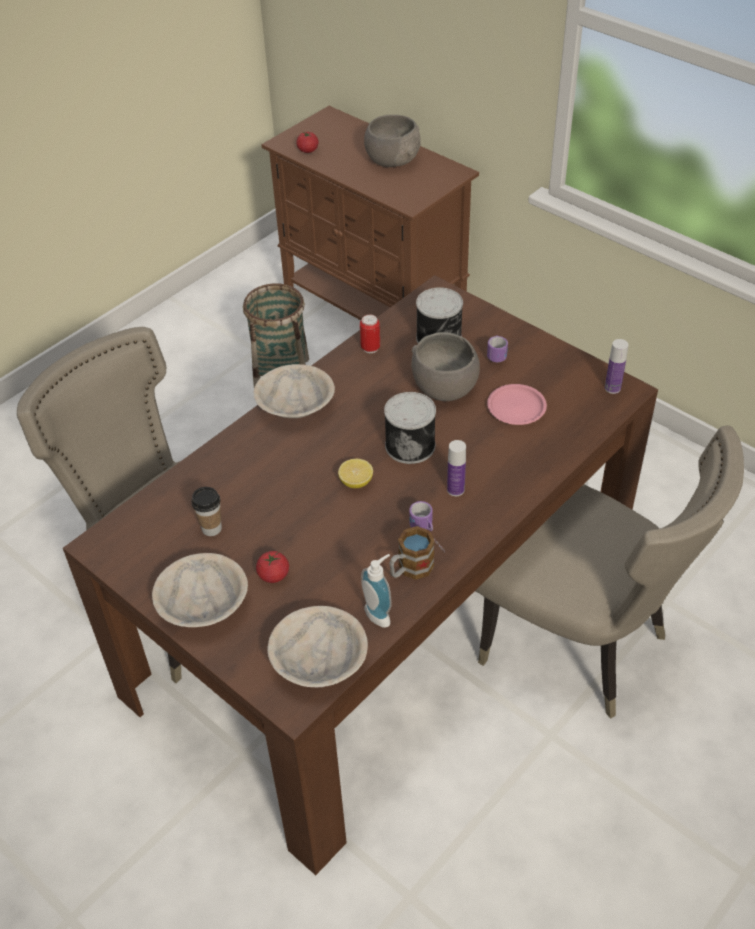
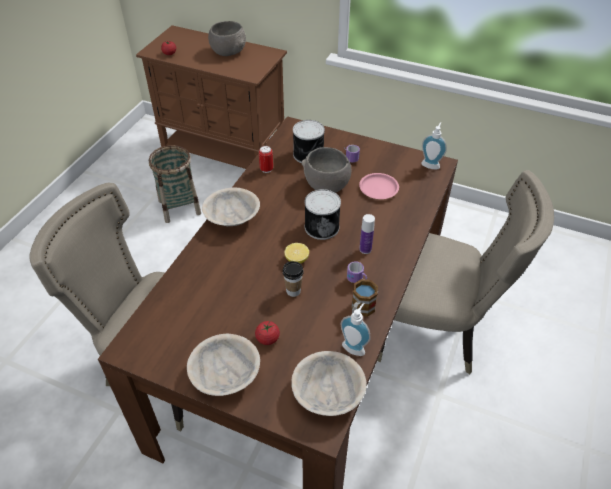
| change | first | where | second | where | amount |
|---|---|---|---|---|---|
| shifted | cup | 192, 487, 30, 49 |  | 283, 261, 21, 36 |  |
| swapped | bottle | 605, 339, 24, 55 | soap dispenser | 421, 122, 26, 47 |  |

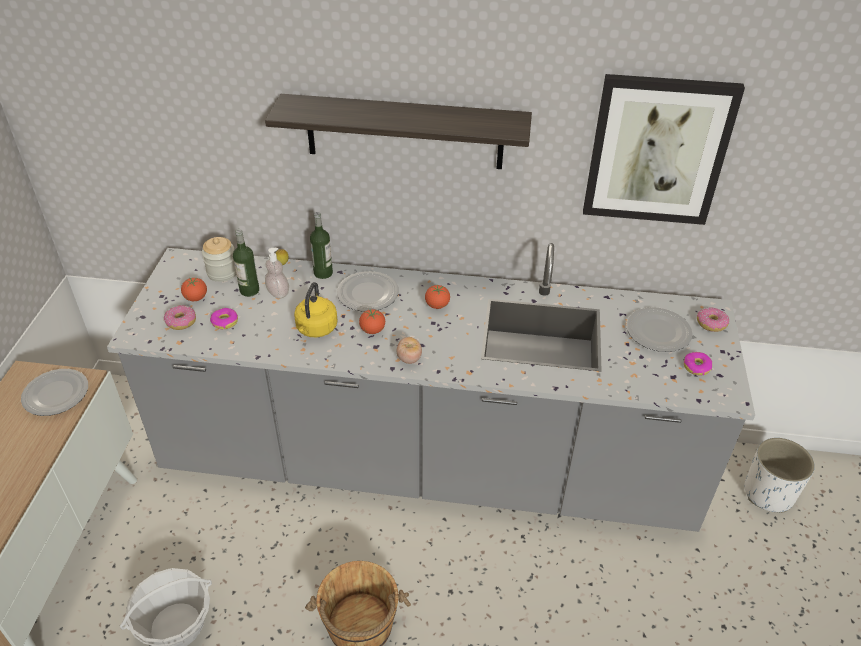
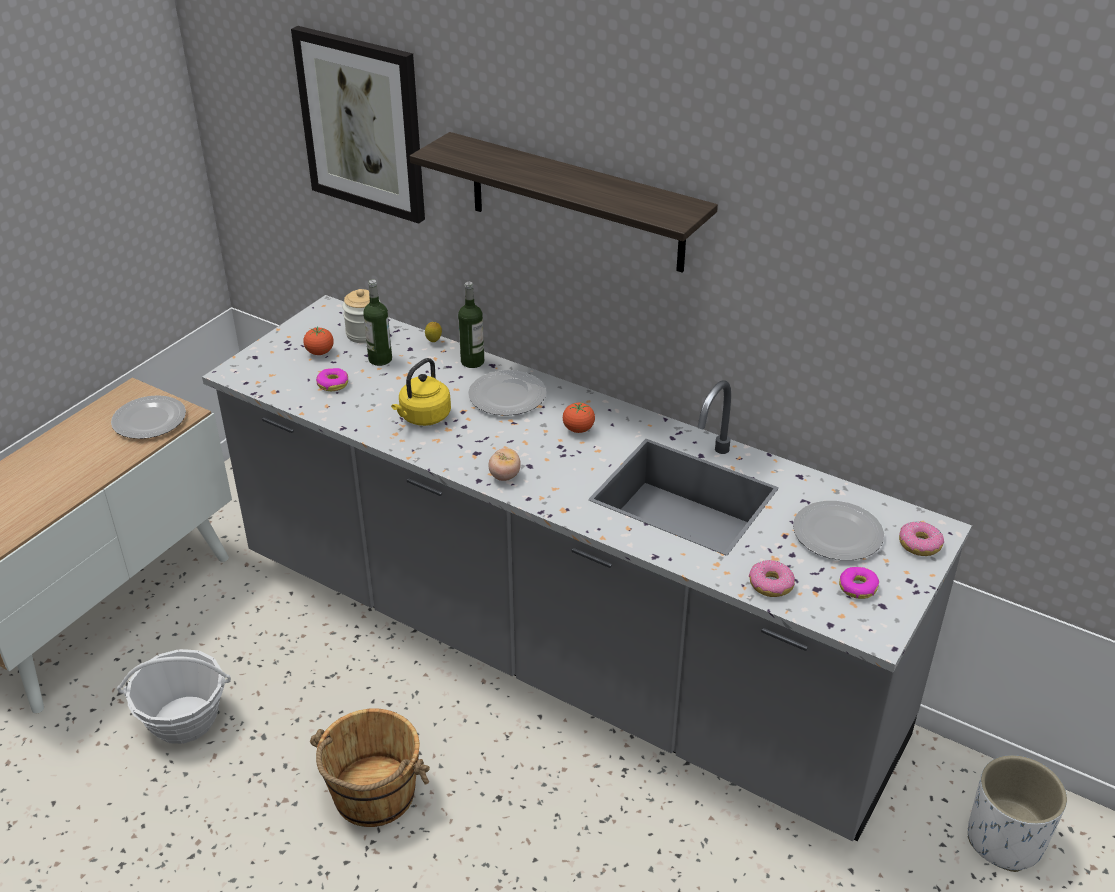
| change | first | where | second | where | amount |
|---|---|---|---|---|---|
| shifted | wall picture | 583, 74, 162, 151 |  | 291, 26, 134, 198 |  |
| shifted | ring doughnut | 164, 305, 32, 25 |  | 749, 560, 46, 37 |  |
| gone | soap dispenser | 265, 248, 24, 51 |  |  |  |
| gone | whole tomato | 359, 309, 26, 25 |  |  |  |

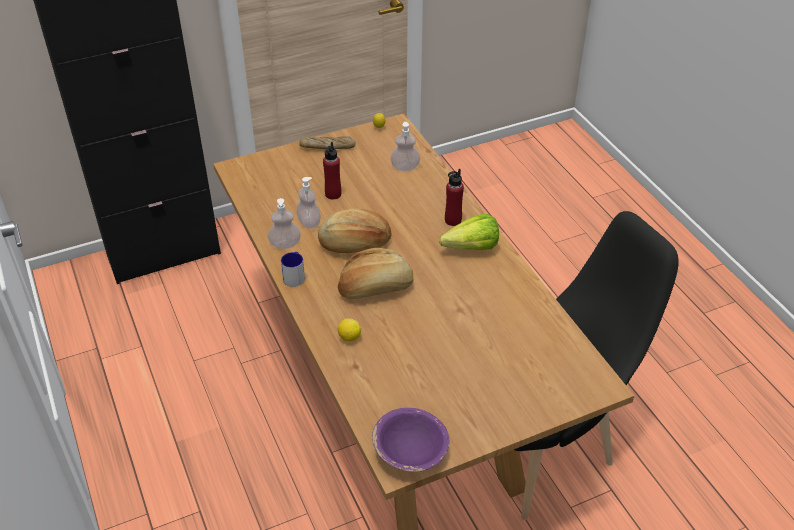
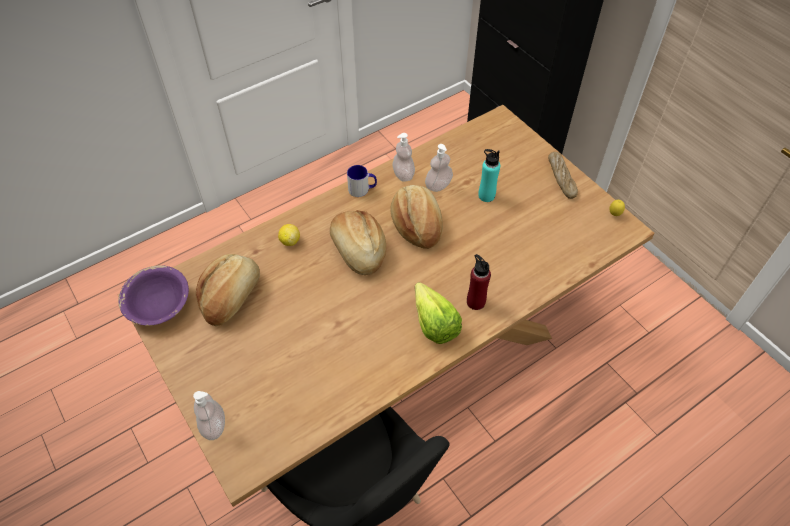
| change | first | where | second | where | amount |
|---|---|---|---|---|---|
| shifted | soap dispenser | 391, 122, 29, 49 |  | 193, 391, 32, 49 |  |
| new |  |  | baked bread | 196, 254, 64, 72 |  |
| repainted | red bottle | 323, 142, 18, 57 | turquoise-coloured bottle | 478, 149, 22, 53 |  |

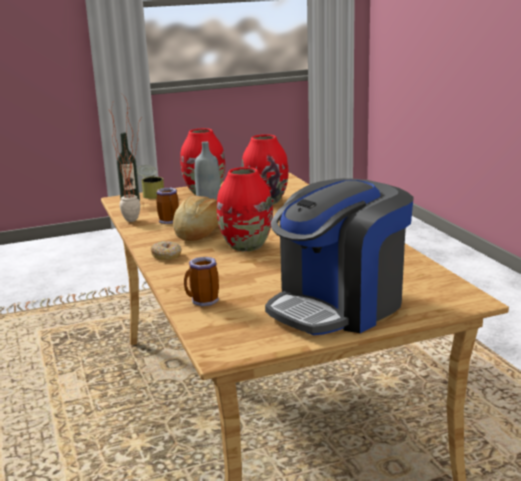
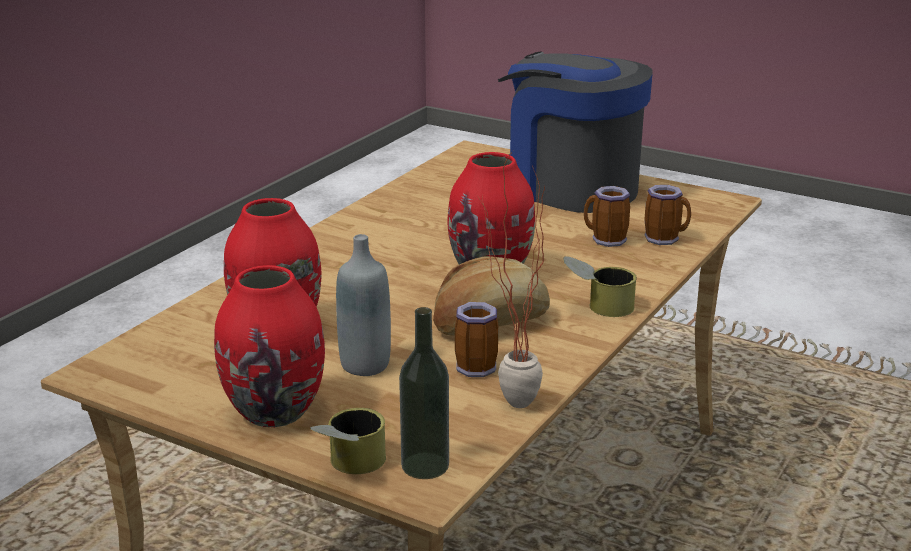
| change | first | where | second | where | amount |
|---|---|---|---|---|---|
| rotated | coffee machine | 265, 178, 148, 157 |  | 498, 51, 155, 162 | 150 degrees counterclockwise |
| swapped | ring doughnut | 151, 241, 30, 19 | metal can | 563, 256, 74, 61 |  |
| new |  |  | tea mug | 584, 186, 46, 61 |  |

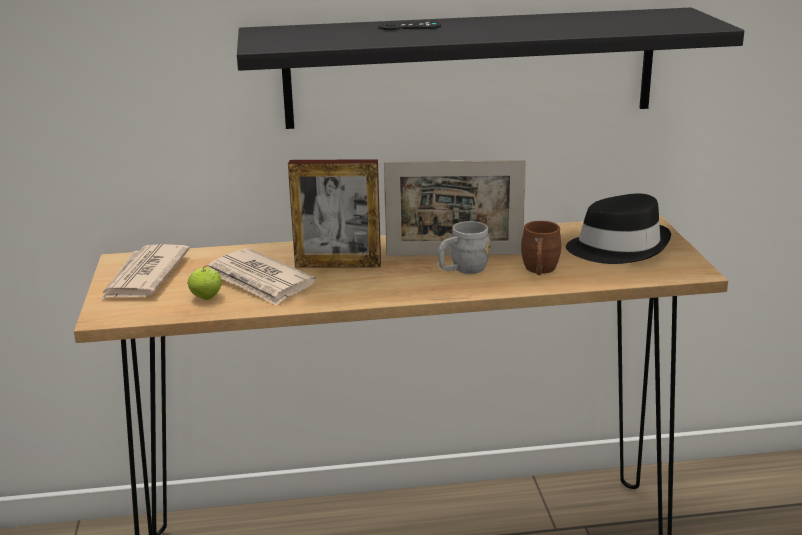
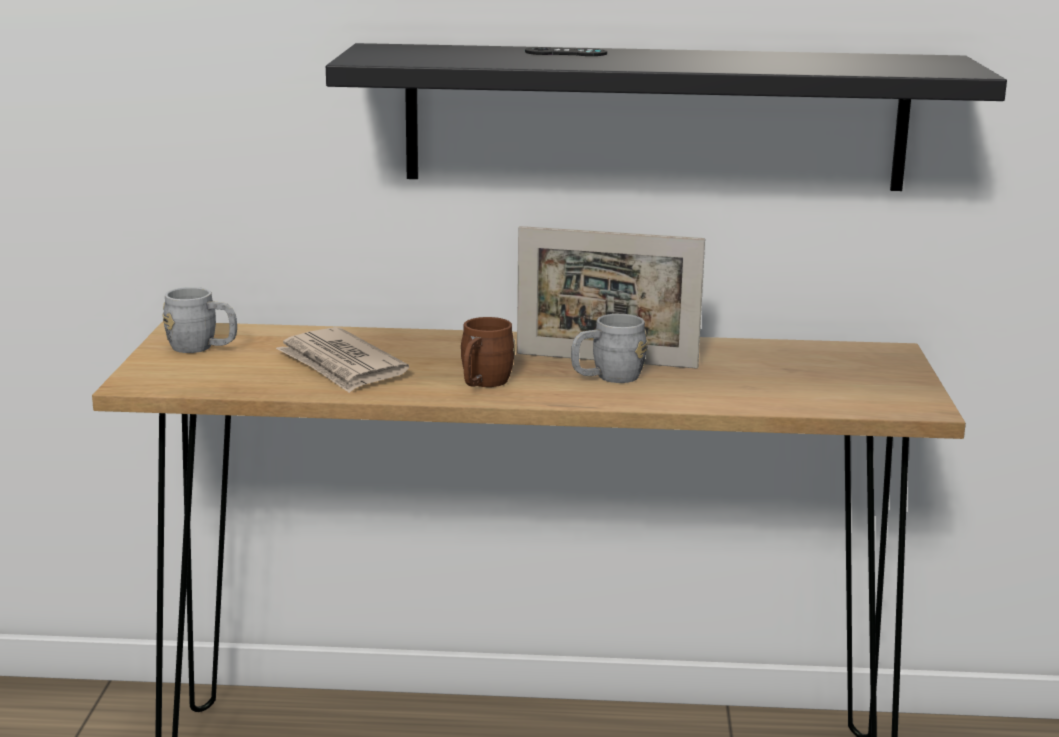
| change | first | where | second | where | amount |
|---|---|---|---|---|---|
| swapped | newspaper | 101, 244, 89, 56 | greyish tea mug | 162, 287, 75, 66 |  |
| shifted | brown-coloured tea mug | 521, 221, 41, 54 |  | 461, 317, 54, 70 |  |
| gone | whole apple | 188, 265, 34, 35 |  |  |  |
| gone | picture frame | 288, 159, 93, 108 |  |  |  |
| gone | black clothing hat | 566, 193, 105, 71 |  |  |  |

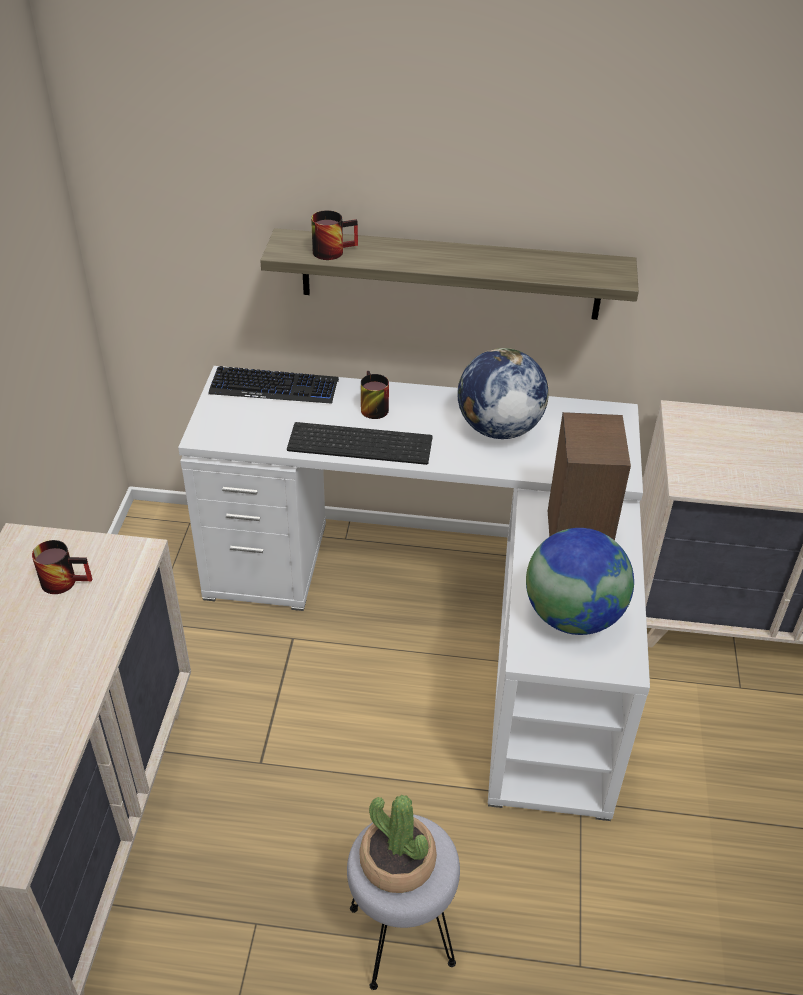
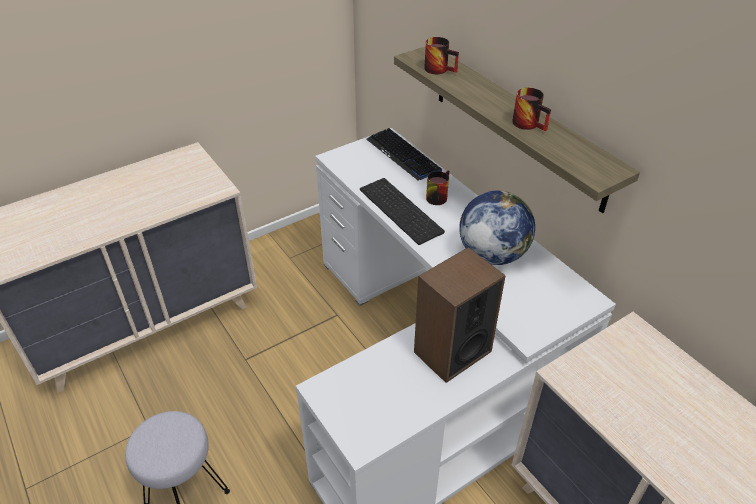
| change | first | where | second | where | amount |
|---|---|---|---|---|---|
| shifted | tea mug | 32, 540, 60, 54 |  | 512, 88, 39, 43 |  |
| gone | houseplant | 359, 795, 78, 98 |  |  |  |
| gone | desk globe | 526, 528, 108, 107 |  |  |  |

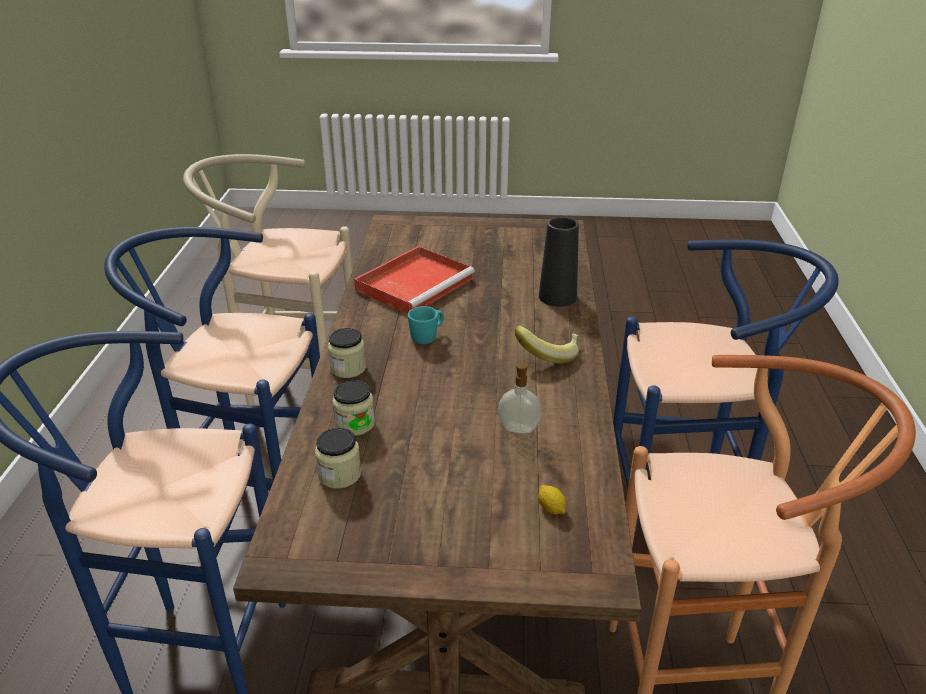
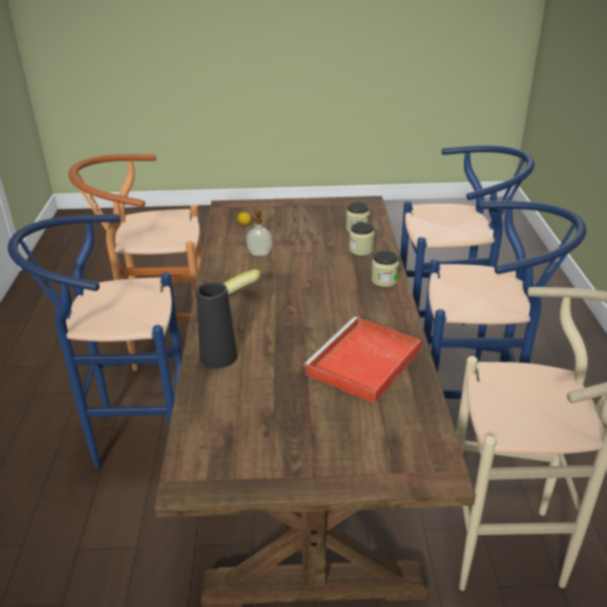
| change | first | where | second | where | amount |
|---|---|---|---|---|---|
| gone | turquoise-coloured tea mug | 408, 306, 36, 38 |  |  |  |

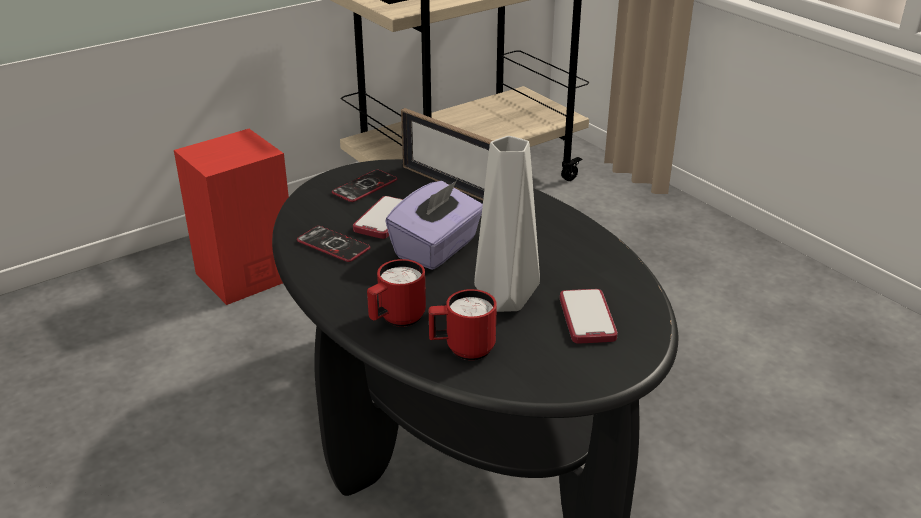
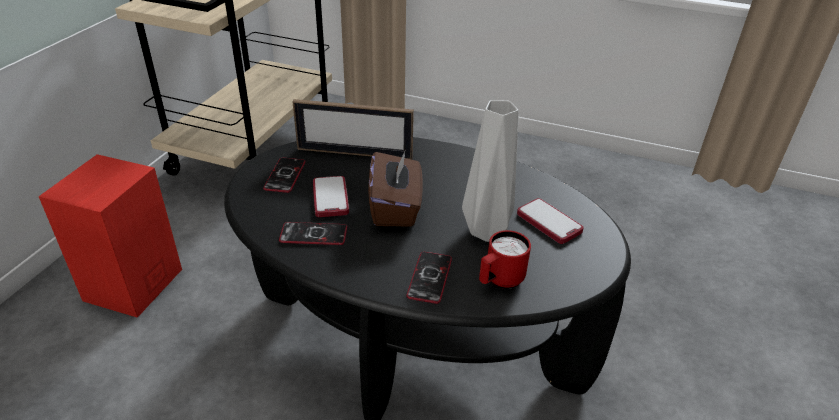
| change | first | where | second | where | amount |
|---|---|---|---|---|---|
| repainted | purple-coloured tissue holder | 385, 180, 98, 90 | brown-coloured tissue holder | 368, 149, 55, 78 |  |
| swapped | red tea mug | 367, 259, 59, 68 | phone | 406, 251, 46, 53 |  |

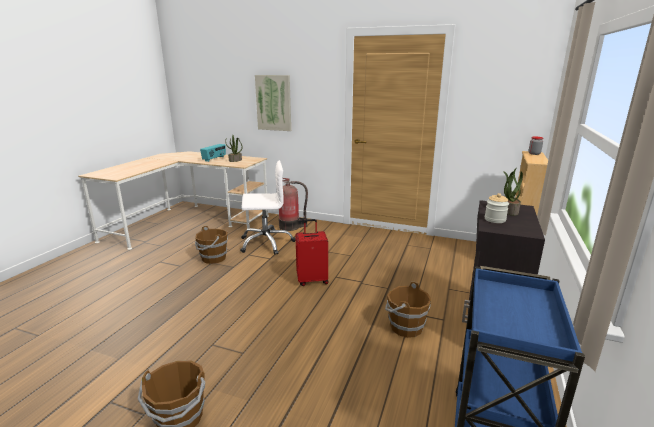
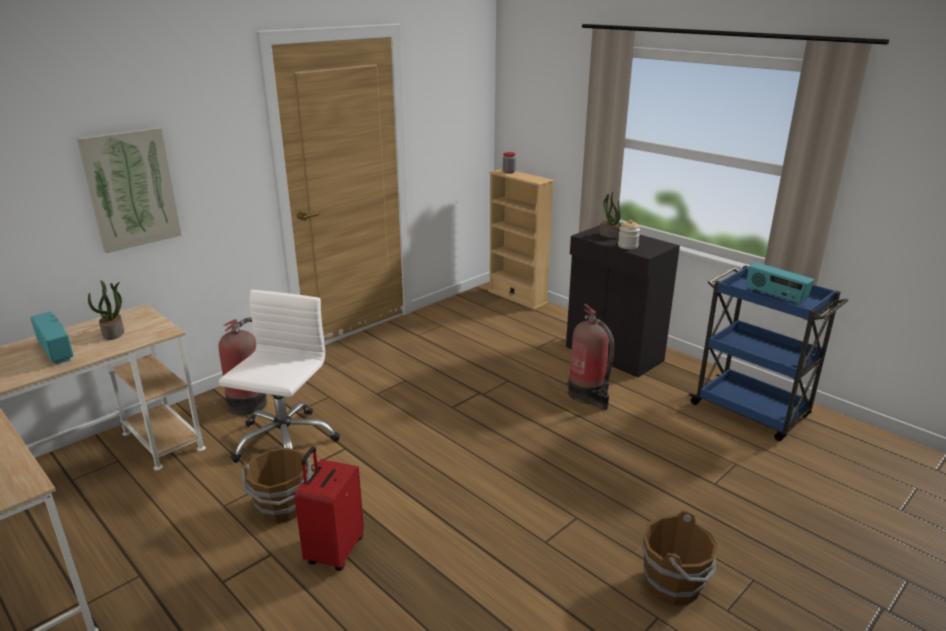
| change | first | where | second | where | amount |
|---|---|---|---|---|---|
| shifted | red travel case | 295, 219, 34, 67 |  | 294, 447, 70, 124 |  |
| swapped | brown-coloured pail | 385, 282, 46, 56 | fire-fighting cylinder | 568, 304, 47, 106 |  |
| new |  |  | radio receiver | 747, 262, 67, 43 |  |

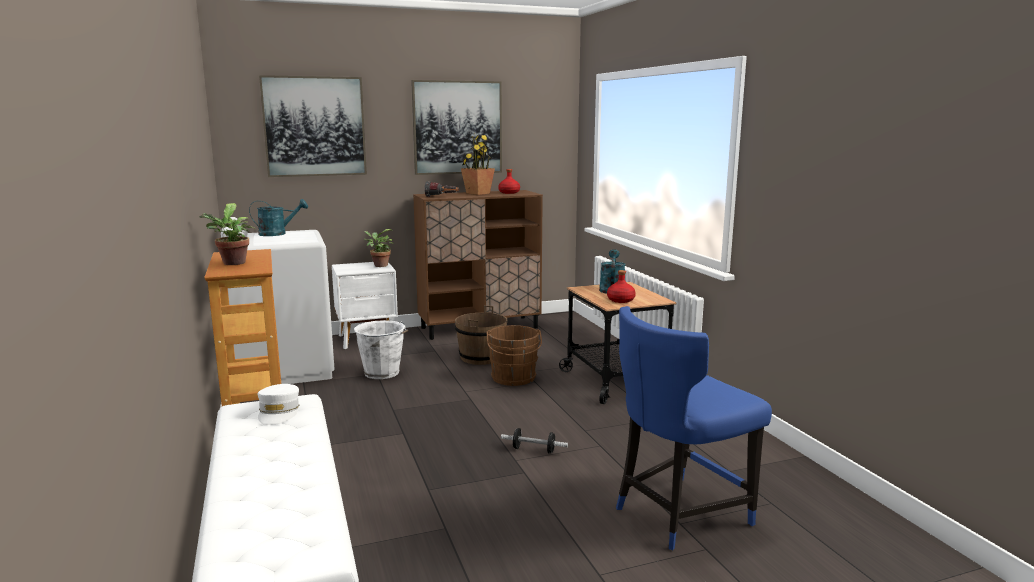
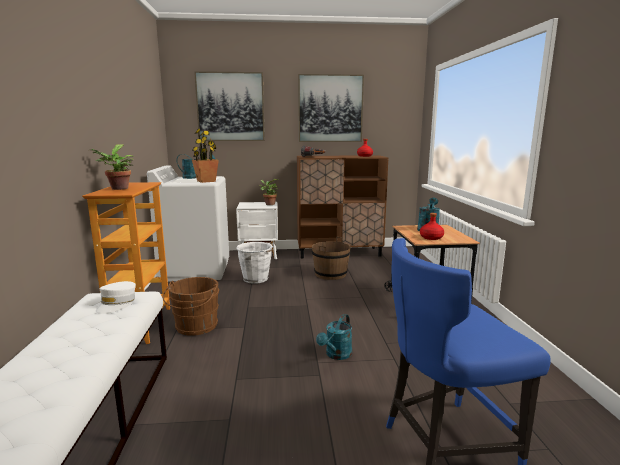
| change | first | where | second | where | amount |
|---|---|---|---|---|---|
| shifted | brown-coloured pail | 487, 325, 55, 61 |  | 163, 277, 56, 59 |  |
| shifted | houseplant | 461, 134, 34, 61 |  | 192, 129, 27, 54 |  |
| swapped | free weight | 501, 428, 67, 26 | turquoise-coloured watering can | 316, 314, 36, 46 |  |

